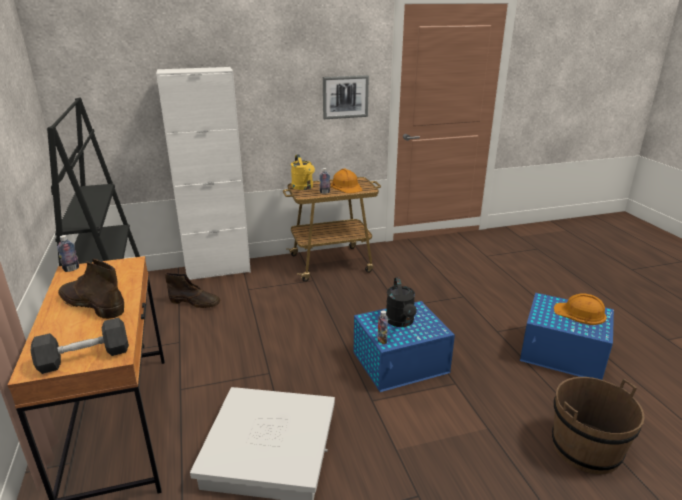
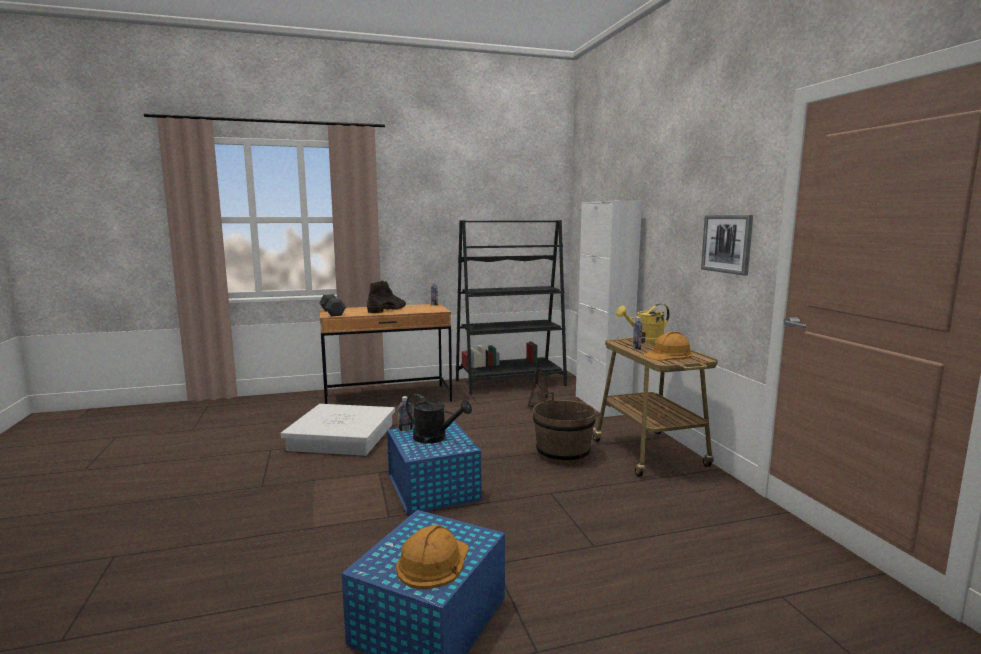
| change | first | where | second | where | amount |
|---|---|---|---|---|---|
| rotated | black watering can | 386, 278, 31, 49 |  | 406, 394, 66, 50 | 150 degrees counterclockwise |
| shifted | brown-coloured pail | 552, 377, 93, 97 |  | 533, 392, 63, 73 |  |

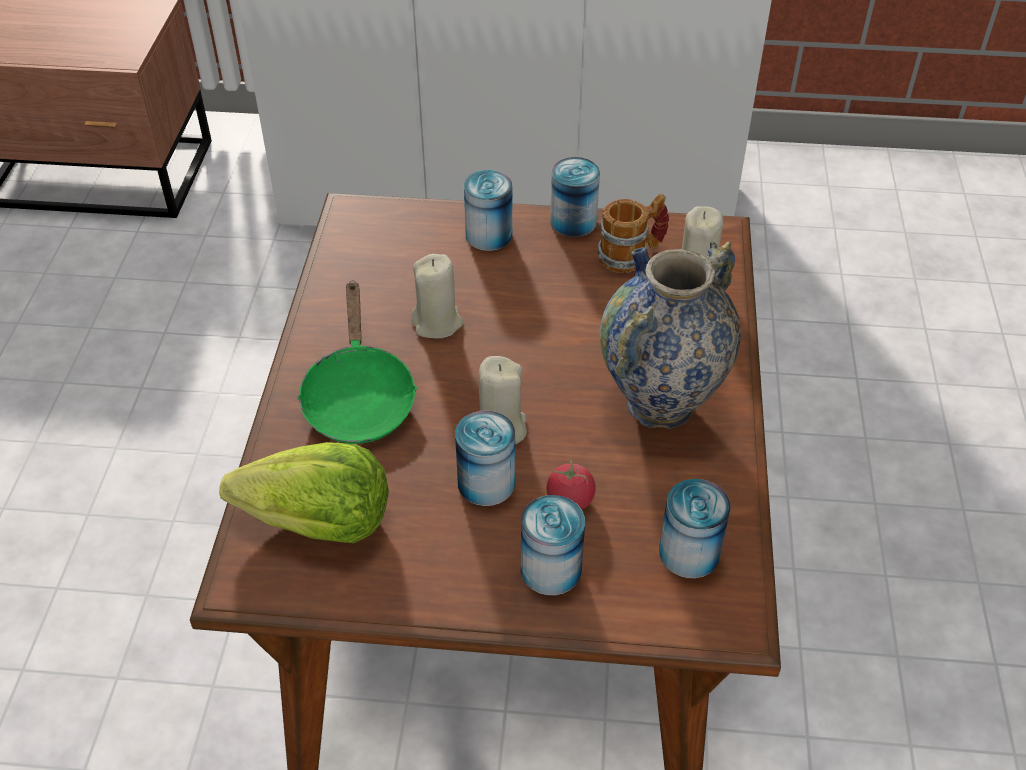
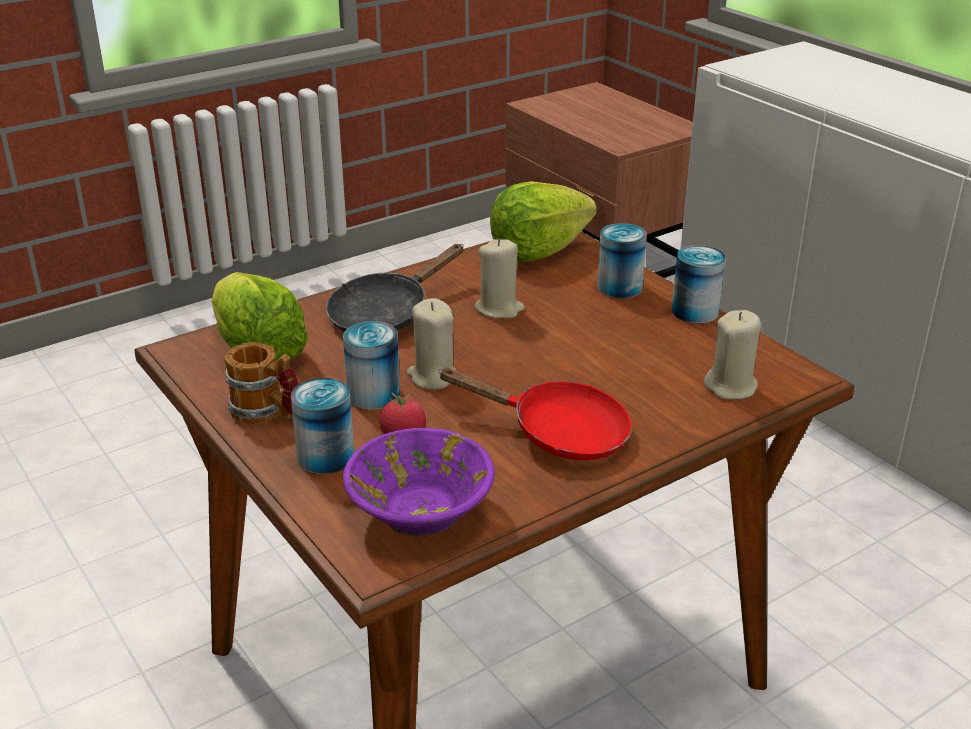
| change | first | where | second | where | amount |
|---|---|---|---|---|---|
| shifted | tea mug | 598, 194, 71, 79 |  | 224, 342, 75, 82 |  |
| repainted | greenish pan | 297, 280, 120, 164 | black pan | 326, 244, 138, 88 |  |
| swapped | metal can | 659, 479, 72, 99 | purple-coloured bowl | 343, 428, 152, 108 |  |
| swapped | vase | 600, 241, 141, 188 | red pan | 438, 368, 194, 92 |  |
| new |  |  | head of lettuce | 490, 181, 107, 80 |  |

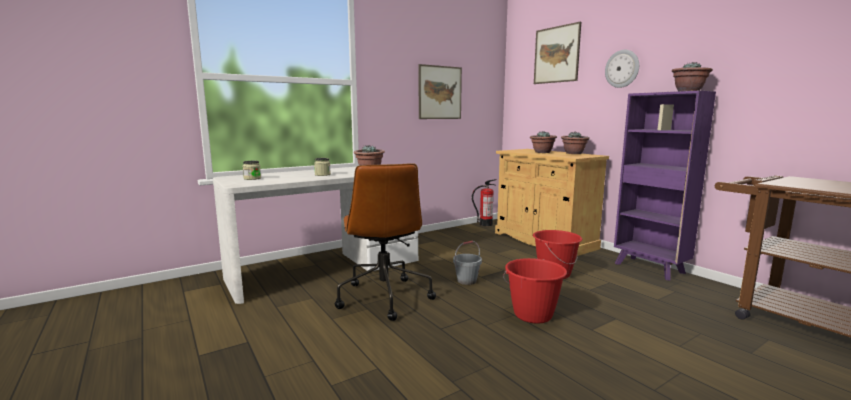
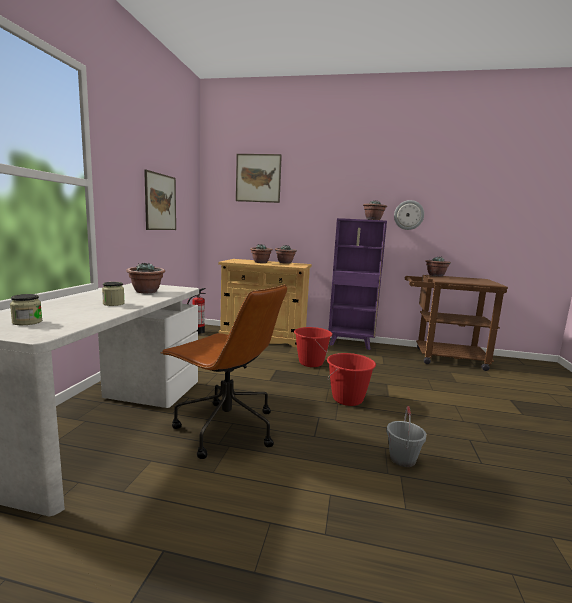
| change | first | where | second | where | amount |
|---|---|---|---|---|---|
| shifted | greyish pail | 453, 241, 29, 44 |  | 386, 406, 40, 61 |  |
| shifted | wall clock | 605, 50, 34, 38 |  | 394, 200, 30, 30 |  |
| new |  |  | houseplant | 425, 257, 26, 20 |  |

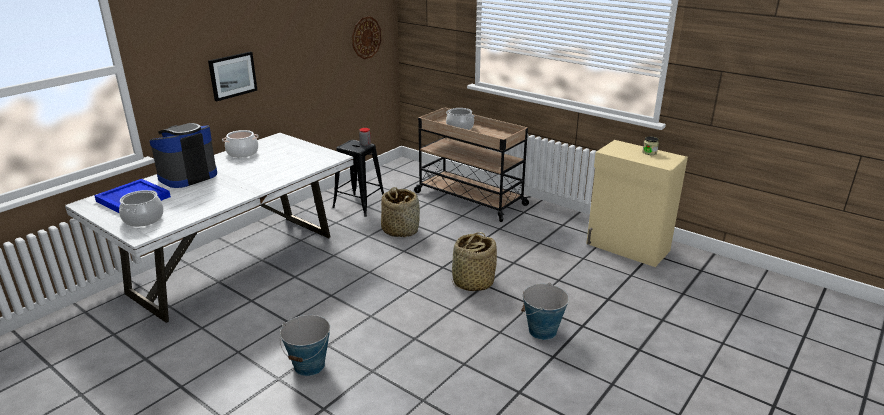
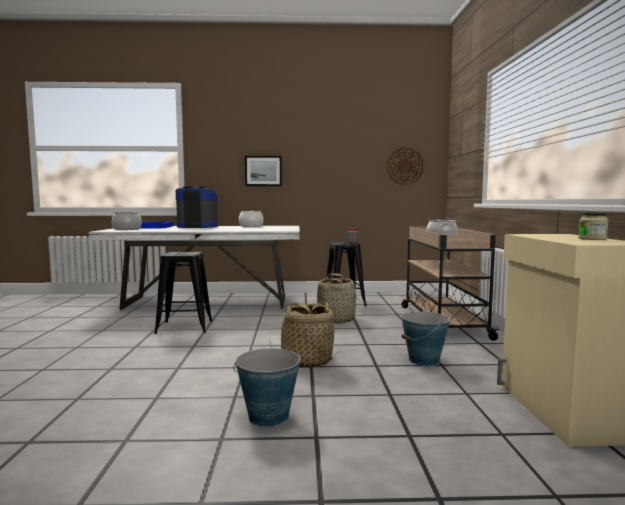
| change | first | where | second | where | amount |
|---|---|---|---|---|---|
| new |  |  | black stool seat | 154, 252, 58, 82 |  |
| shifted | pail | 280, 315, 50, 61 |  | 401, 310, 49, 56 |  |

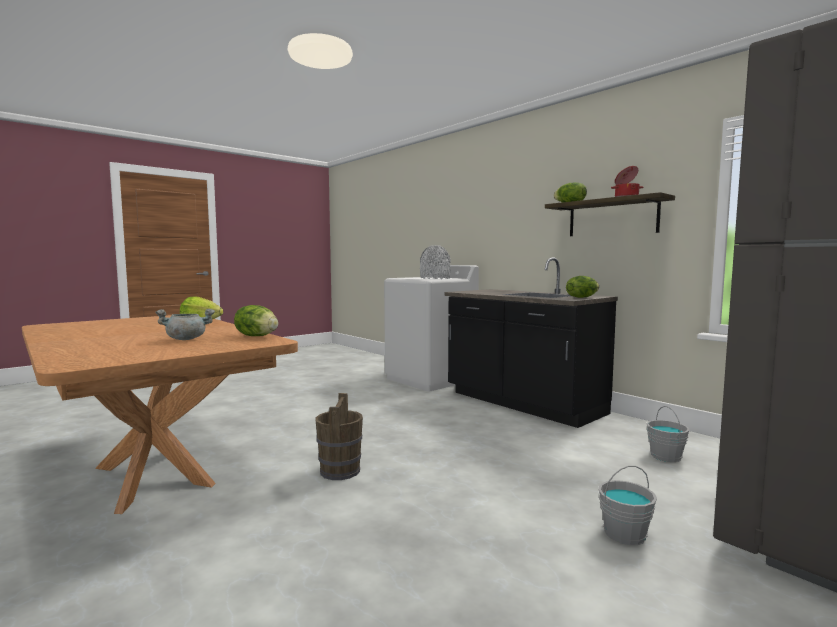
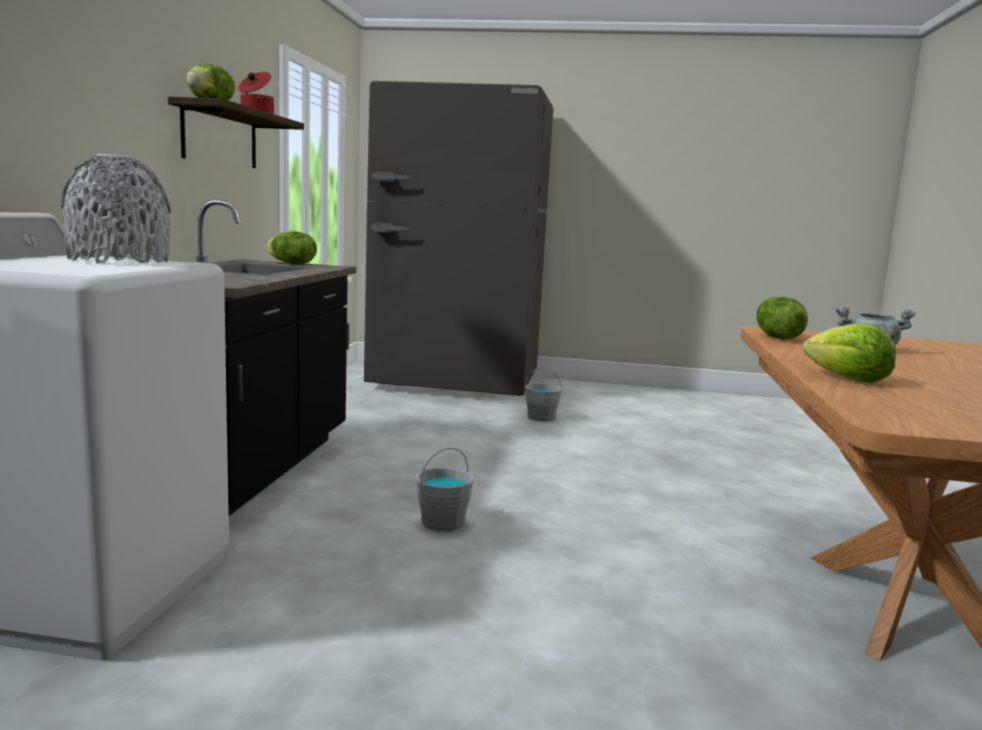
| change | first | where | second | where | amount |
|---|---|---|---|---|---|
| shifted | greyish pail | 646, 406, 44, 56 |  | 415, 448, 59, 84 |  |
| gone | brown-coloured pail | 316, 393, 47, 87 |  |  |  |

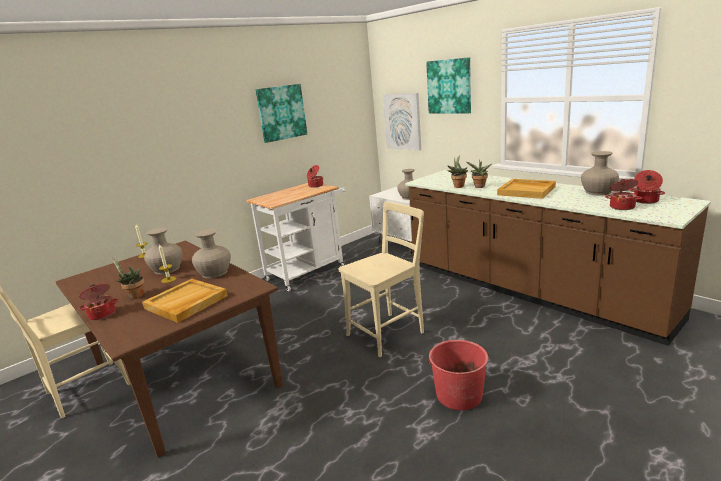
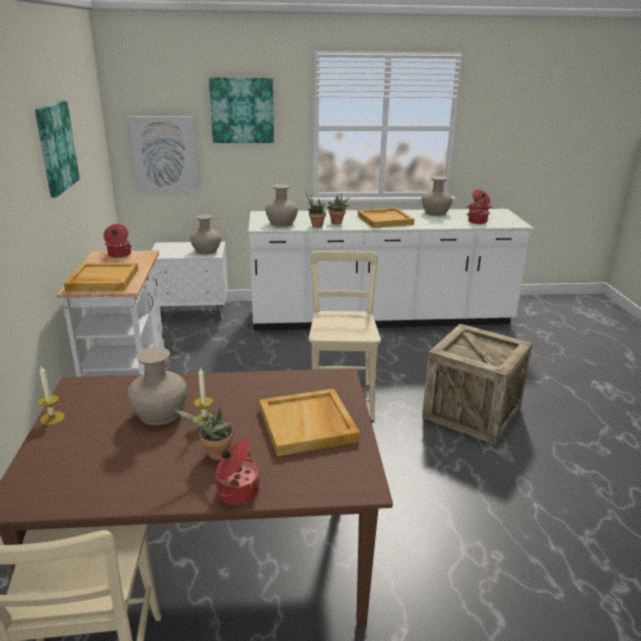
| change | first | where | second | where | amount |
|---|---|---|---|---|---|
| new |  |  | beige carrying tray | 64, 263, 74, 28 |  |
| repainted | brown-coloured kitchen base unit | 405, 170, 306, 176 | white-coloured kitchen base unit | 248, 209, 286, 122 |  |
| shifted | beige vase | 192, 229, 39, 50 |  | 265, 184, 33, 43 |  |
| swapped | red pail | 426, 340, 63, 70 | packing crate | 422, 324, 111, 121 |  |

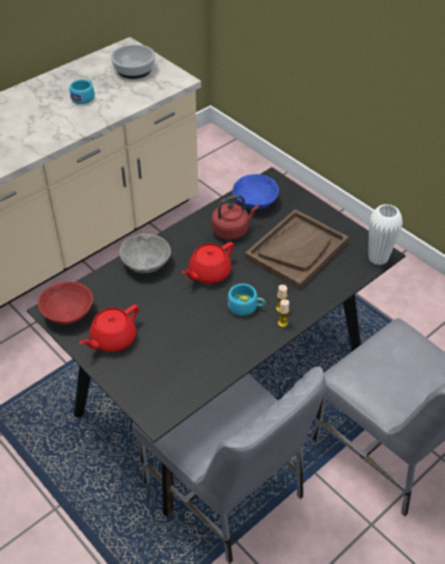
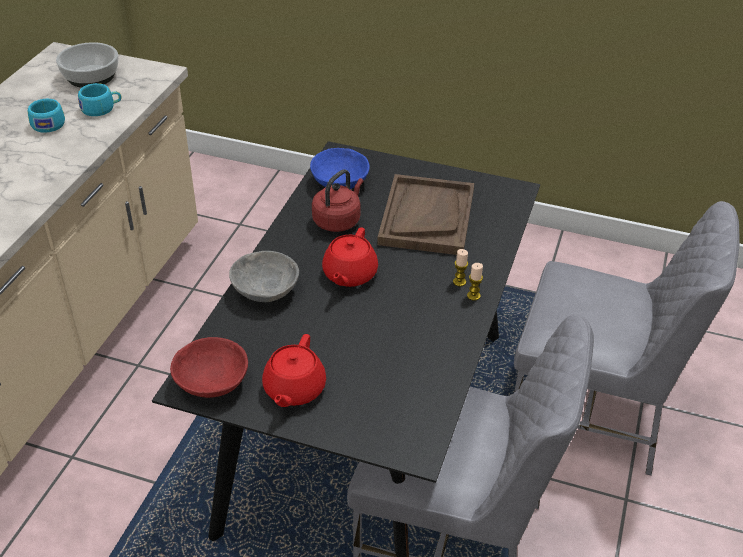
| change | first | where | second | where | amount |
|---|---|---|---|---|---|
| shifted | turquoise-coloured cup | 227, 284, 38, 32 |  | 78, 83, 43, 33 |  |
| gone | white-coloured vase | 369, 204, 34, 61 |  |  |  |

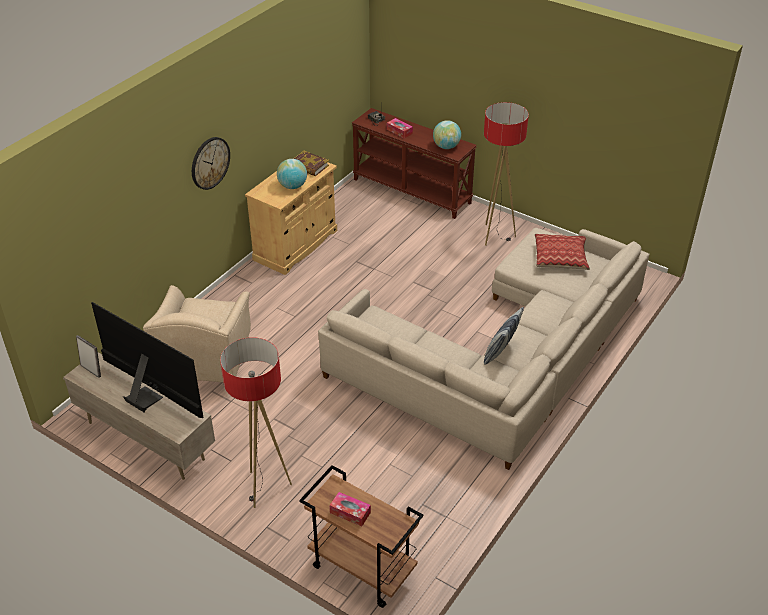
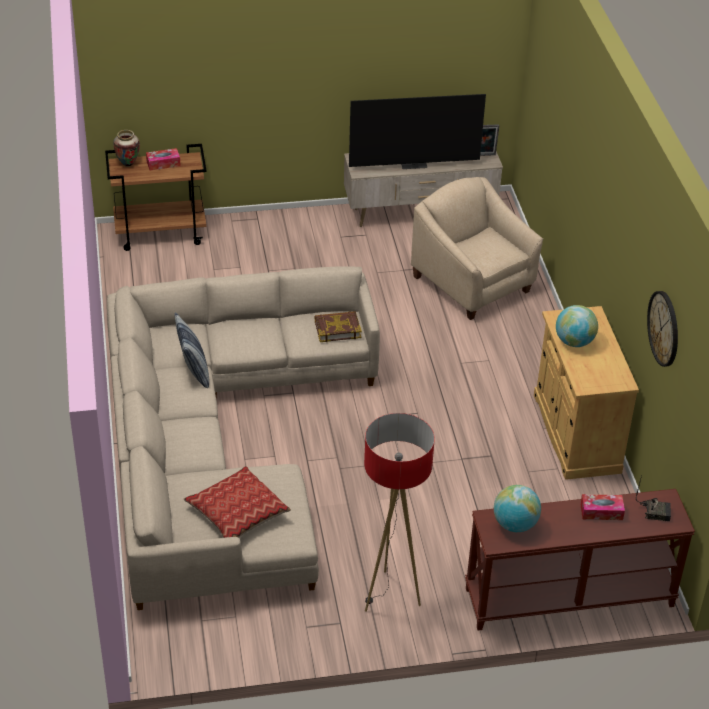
| change | first | where | second | where | amount |
|---|---|---|---|---|---|
| new |  |  | vase | 113, 130, 27, 37 |  |
| shifted | book | 294, 151, 35, 25 |  | 314, 311, 48, 31 |  |
| shifted | wall clock | 192, 137, 38, 53 |  | 647, 291, 31, 76 |  |
| gone | standard lamp | 220, 337, 72, 171 |  |  |  |

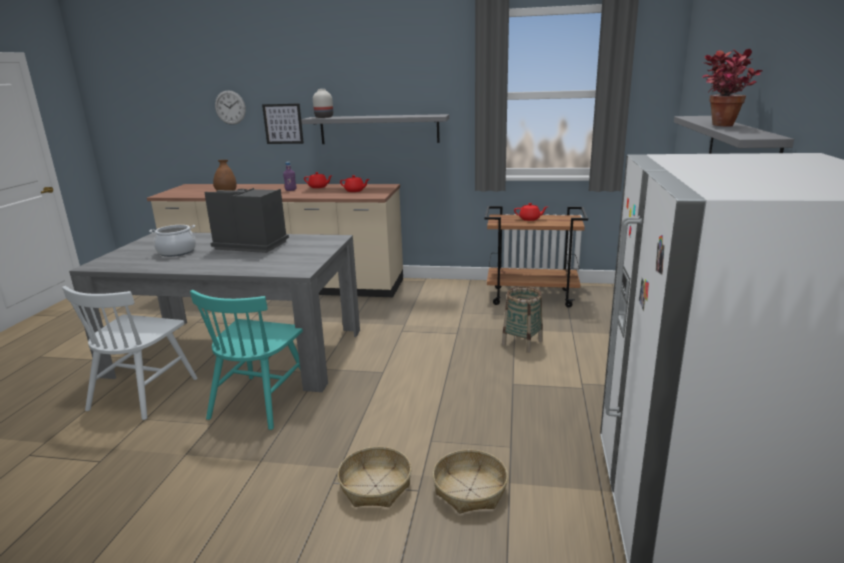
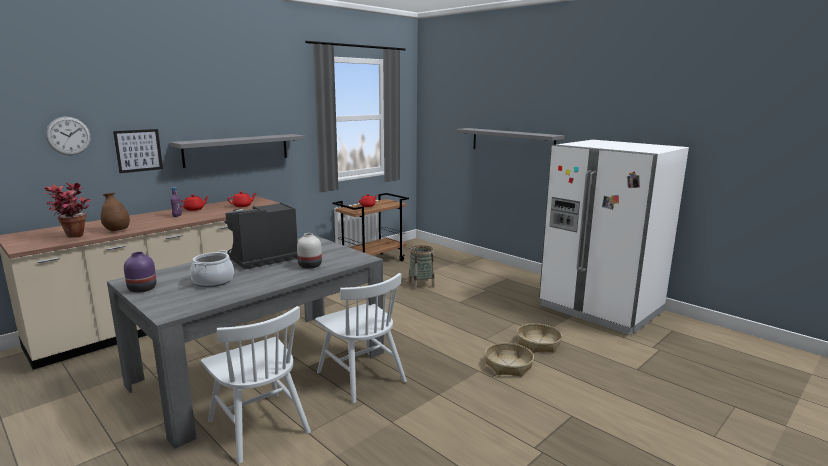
| change | first | where | second | where | amount |
|---|---|---|---|---|---|
| shifted | houseplant | 702, 49, 61, 77 |  | 43, 182, 47, 56 |  |
| new |  |  | purple-coloured vase | 124, 252, 32, 41 |  |
| shifted | white-coloured vase | 313, 89, 20, 29 |  | 297, 233, 25, 36 |  |
| repainted | turquoise-coloured upright chair | 190, 290, 113, 140 | white-coloured upright chair | 315, 273, 92, 131 |  |

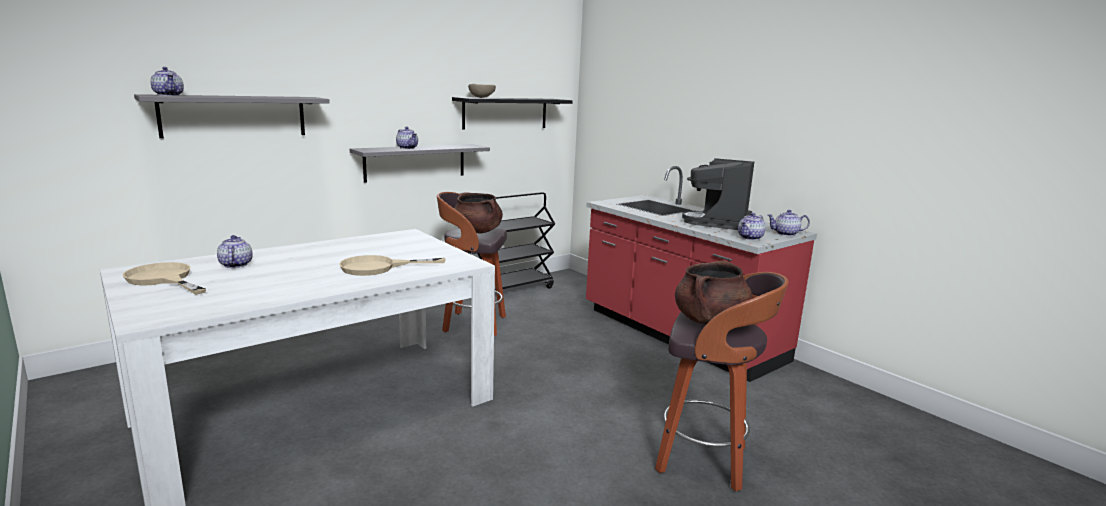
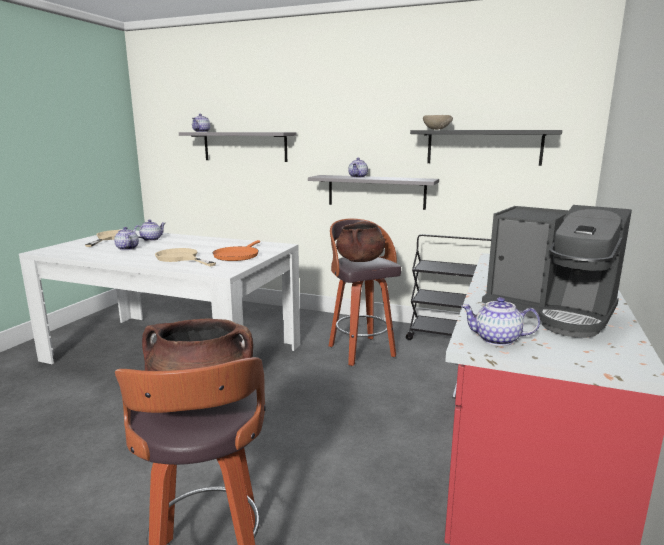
| change | first | where | second | where | amount |
|---|---|---|---|---|---|
| shifted | tea pot | 767, 210, 43, 26 |  | 114, 227, 25, 23 |  |
| new |  |  | orange pan | 213, 240, 47, 21 |  |
| rotated | coffee machine | 682, 158, 72, 72 |  | 482, 205, 150, 133 | 135 degrees counterclockwise |

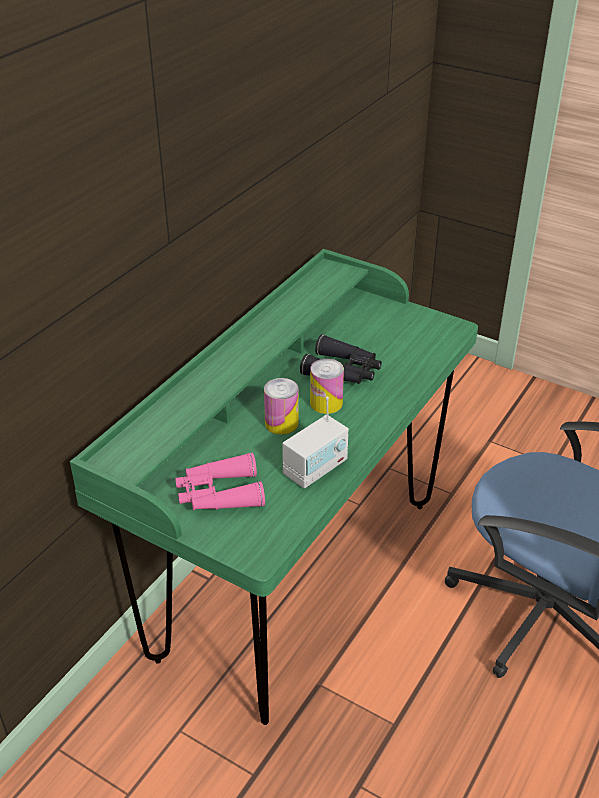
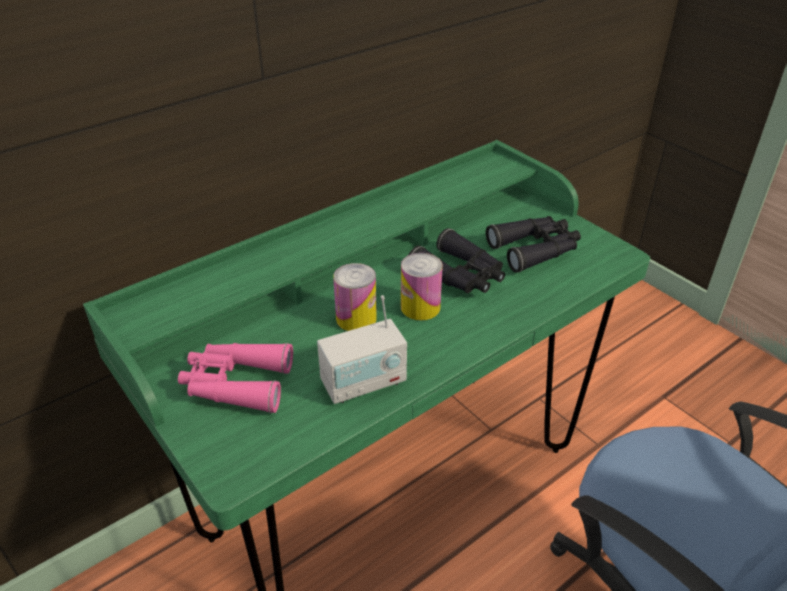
| change | first | where | second | where | amount |
|---|---|---|---|---|---|
| new |  |  | black field glasses | 486, 216, 95, 57 |  |

